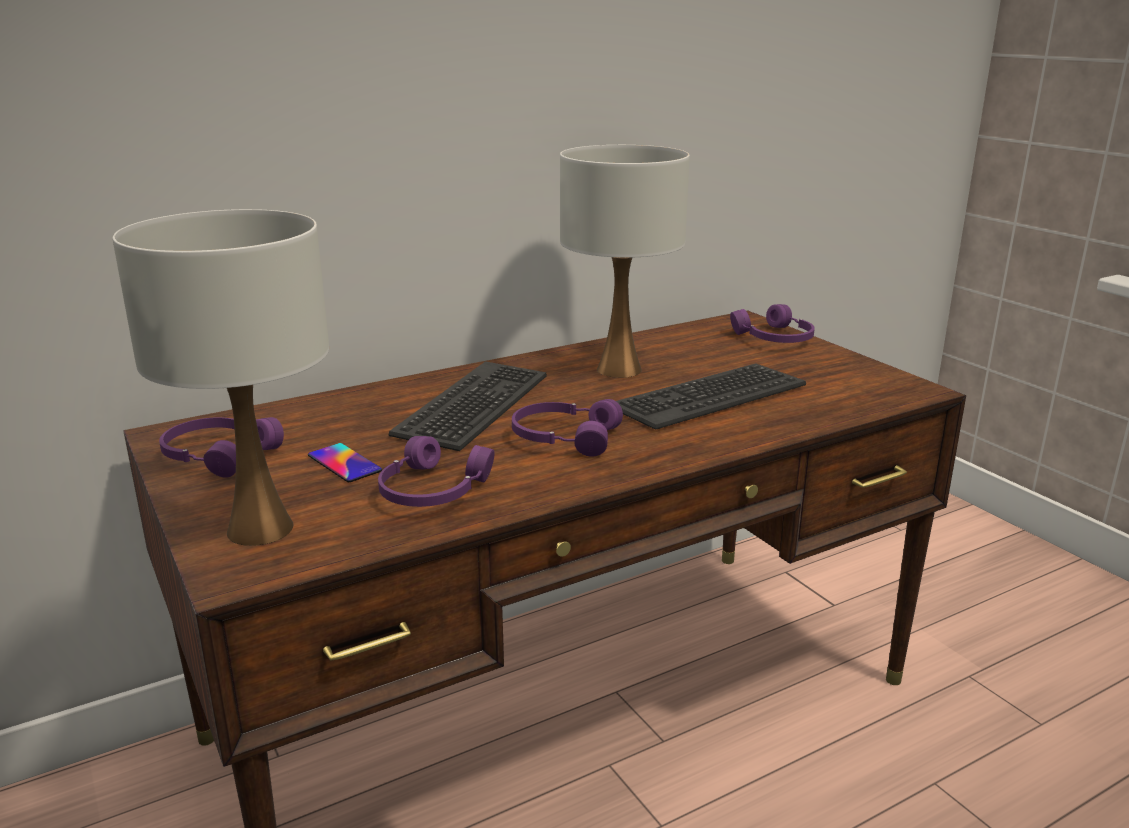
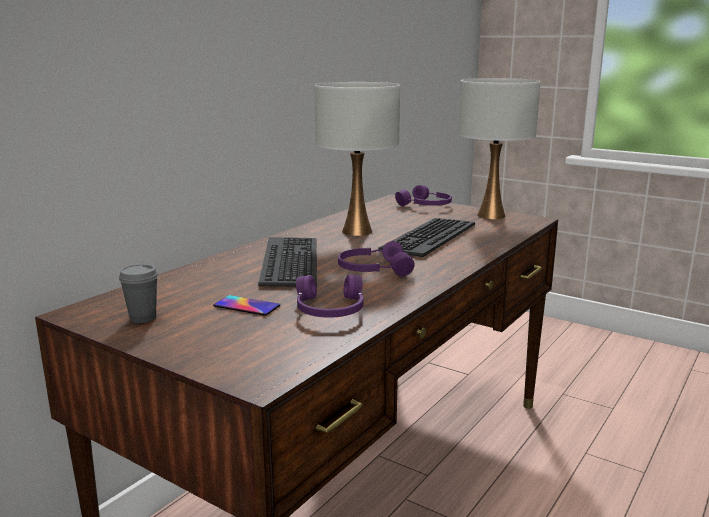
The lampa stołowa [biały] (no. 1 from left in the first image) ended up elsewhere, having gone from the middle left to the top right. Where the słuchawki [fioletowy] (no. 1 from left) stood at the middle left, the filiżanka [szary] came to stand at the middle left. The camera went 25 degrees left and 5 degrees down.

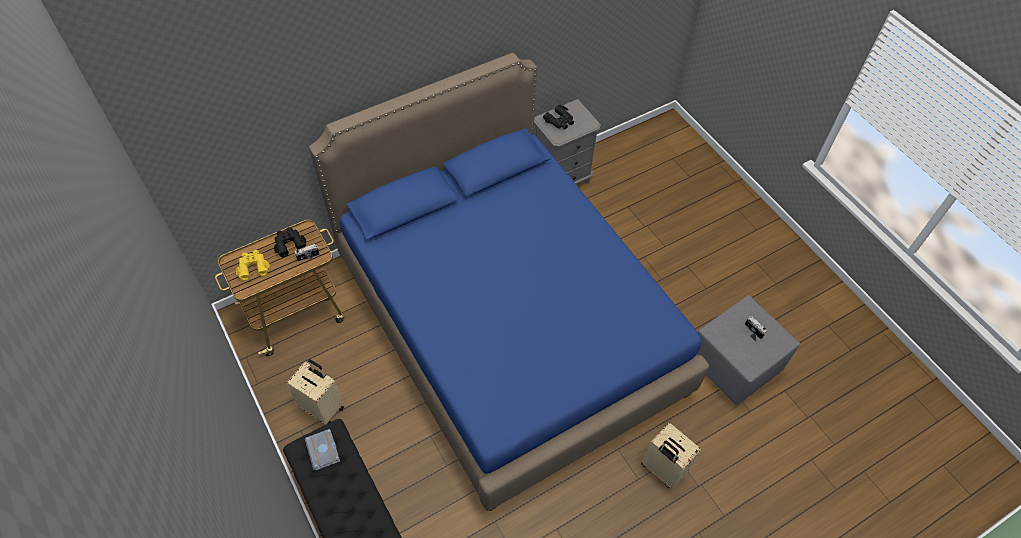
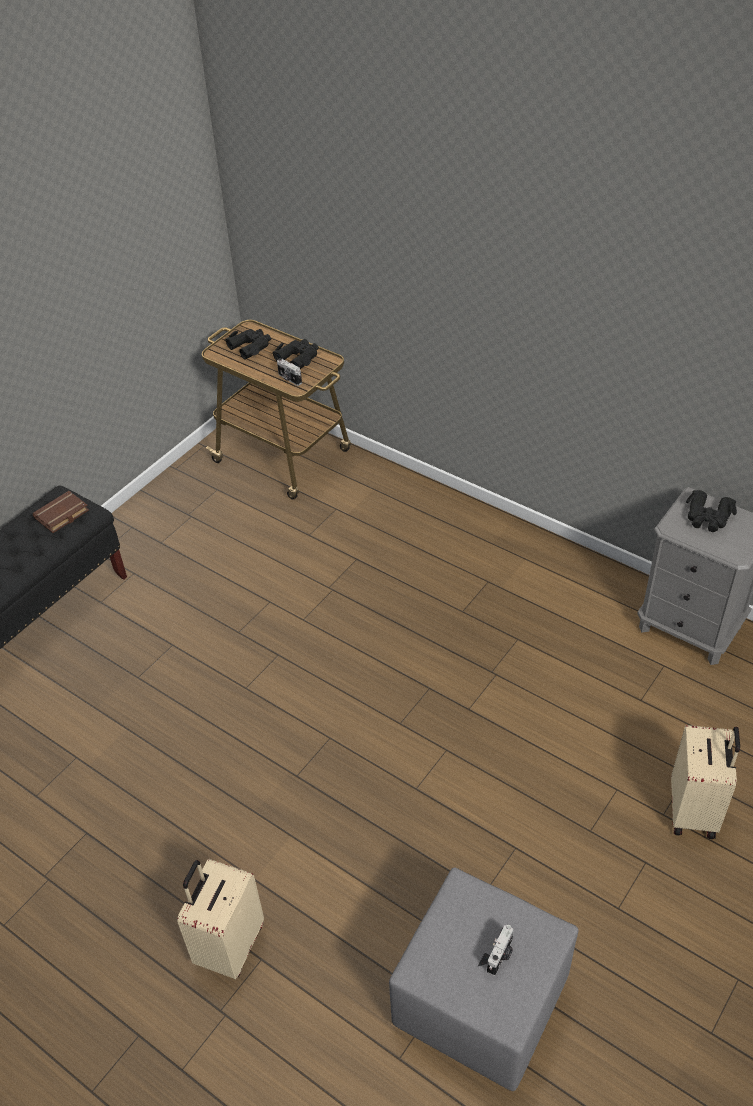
The second view lost the łóżko [niebieski] at the centre. The walizka [beżowy] (no. 1 from left in the first image) ended up elsewhere, having gone from the bottom left to the bottom right. What was the lornetka [żółty] at the middle left turned into the lornetka [czarny] (no. 1 from left) at the top left. What was the książka [szary] at the bottom left turned into the książka [brązowy] at the middle left. The camera went 70 degrees right and 10 degrees down.

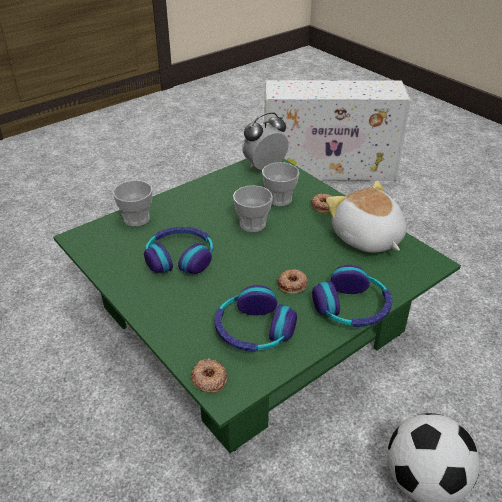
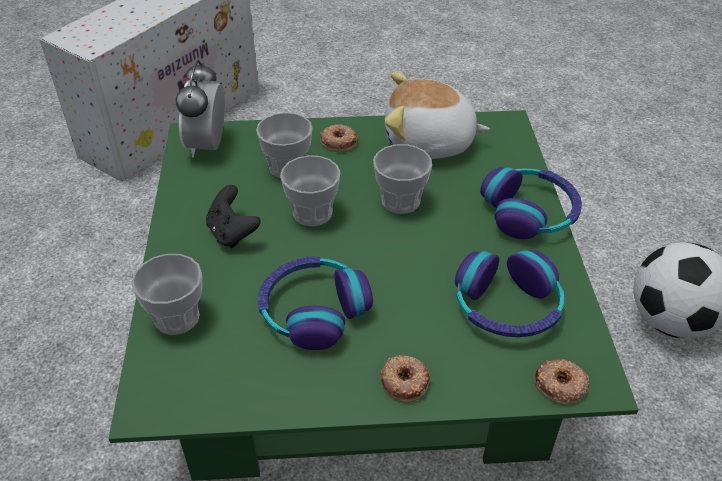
The second view gained the pad do gier [czarny] at the middle left. The second view gained the filiżanka (no. 4 from left) at the centre. The donut (no. 2 from left) ended up elsewhere, having gone from the centre to the bottom centre. The camera went 55 degrees left and 5 degrees up.

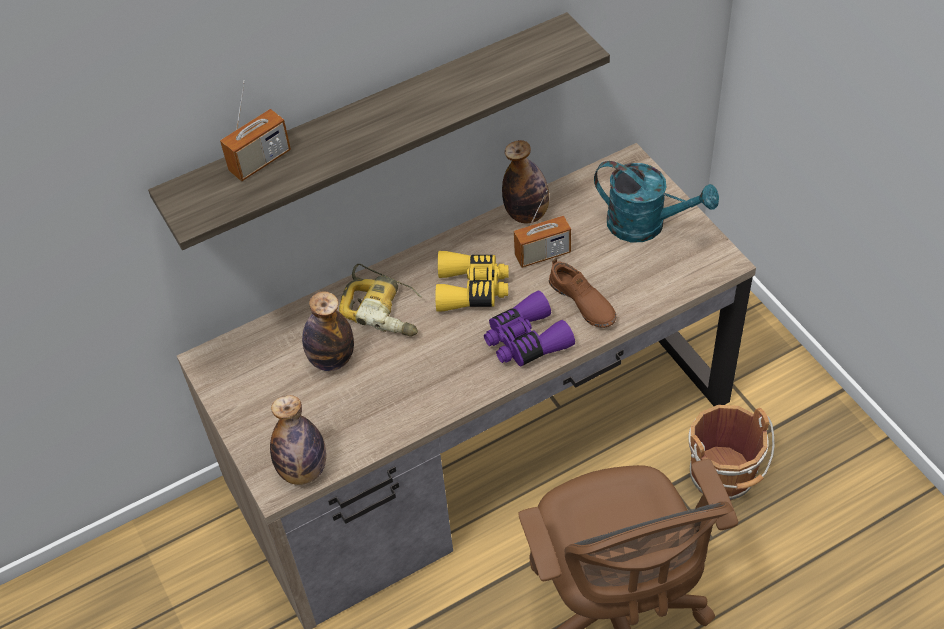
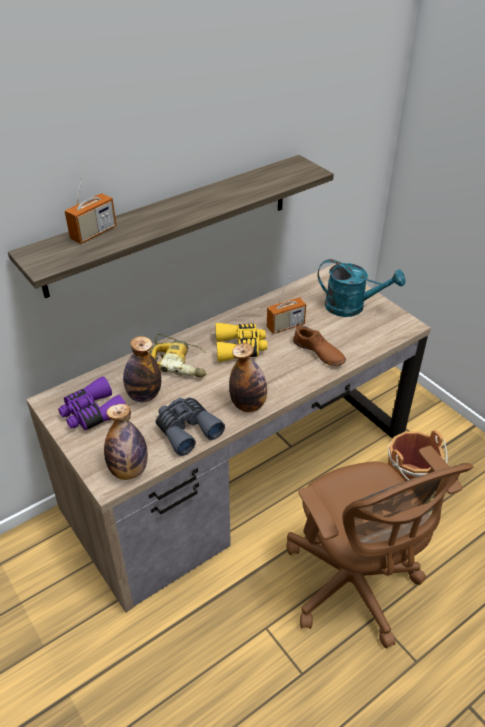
The second view gained the lornetka [szary] at the centre. The lornetka [fioletowy] ended up elsewhere, having gone from the centre to the middle left. The butelka (no. 3 from left) ended up elsewhere, having gone from the top centre to the centre. The camera went 10 degrees left and 10 degrees down.

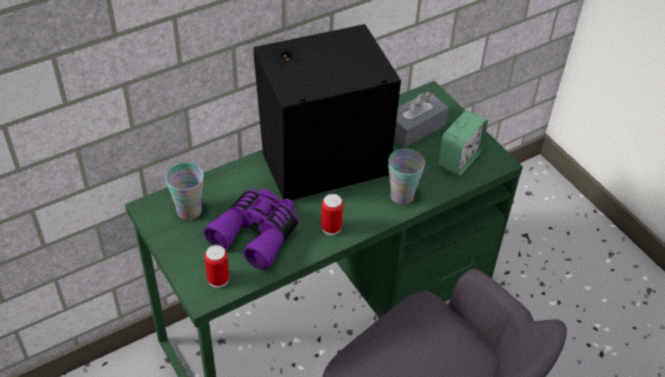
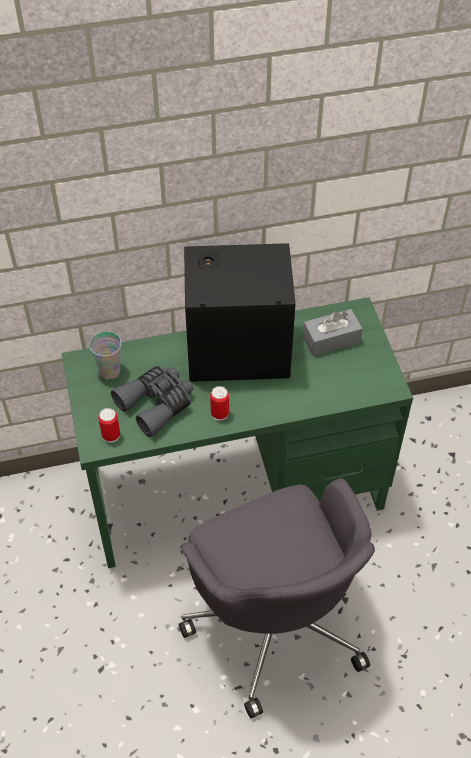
The second view lost the filiżanka (no. 2 from left) at the centre. The second view lost the budzik at the middle right. What was the lornetka [fioletowy] at the centre turned into the lornetka [szary] at the middle left. The camera went 20 degrees right and 5 degrees up.

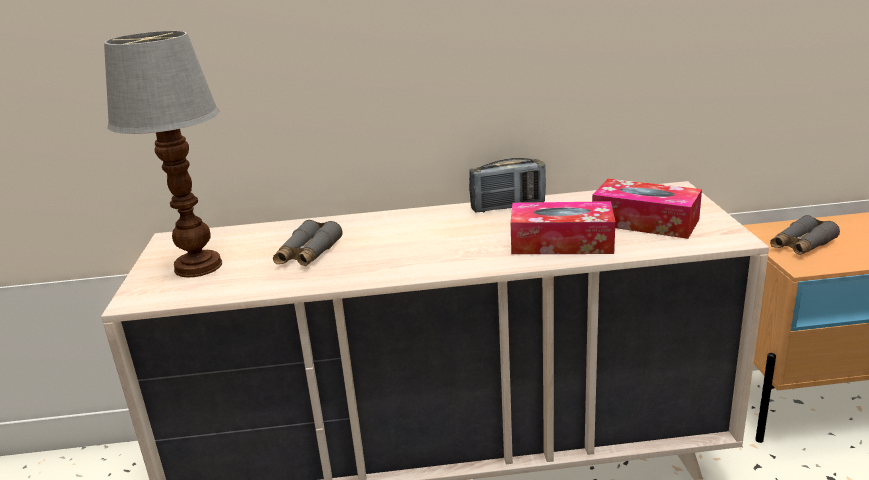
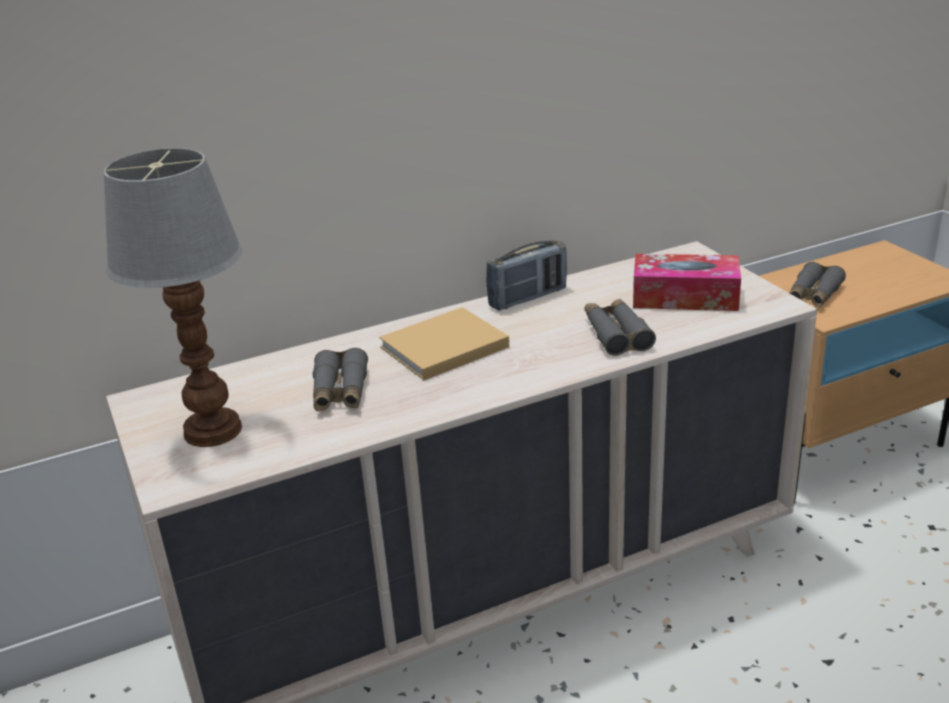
The second view gained the książka [beżowy] at the centre. Where the pudełko chusteczek (no. 1 from left) stood at the centre, the lornetka [szary] (no. 2 from left) came to stand at the centre. The camera went 20 degrees left and 5 degrees up.

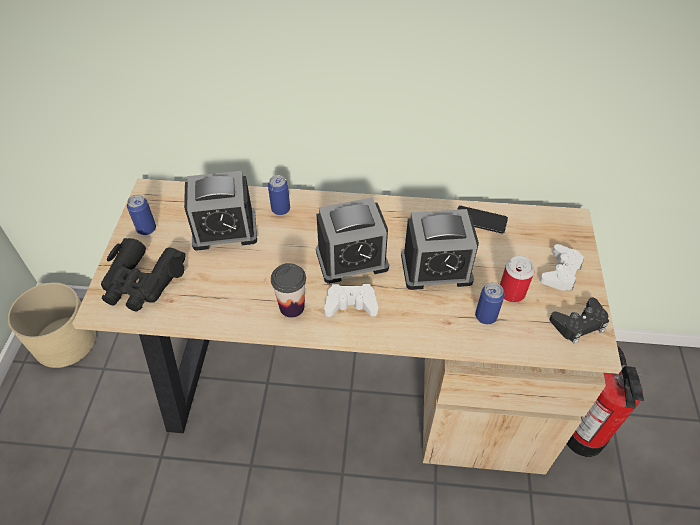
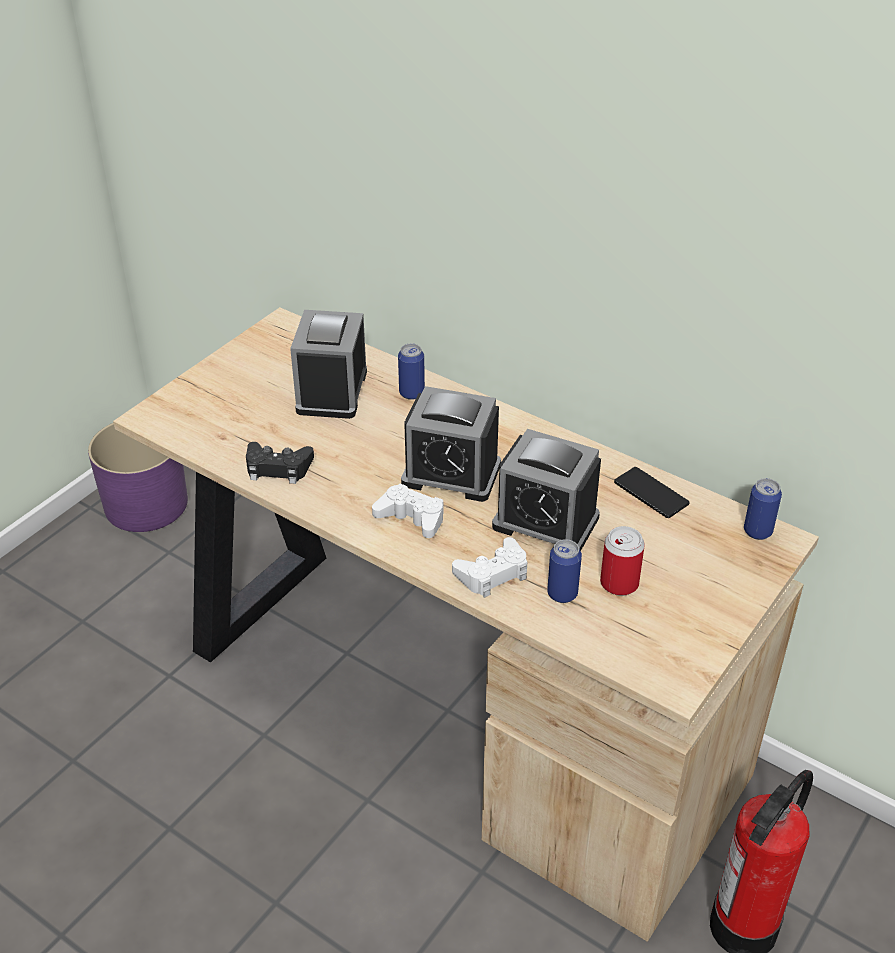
The second view lost the lornetka [czarny] at the middle left. The second view lost the filiżanka at the centre. The puszka (no. 1 from left in the first image) ended up elsewhere, having gone from the middle left to the middle right. The pad do gier [biały] (no. 2 from left) ended up elsewhere, having gone from the middle right to the centre. The pad do gier [czarny] ended up elsewhere, having gone from the middle right to the middle left. What was the donica [beżowy] at the middle left turned into the donica [fioletowy] at the middle left. The budzik (no. 1 from left) at the middle left ended up facing another way, 75 degrees clockwise from before. The camera went 30 degrees right and 10 degrees down.

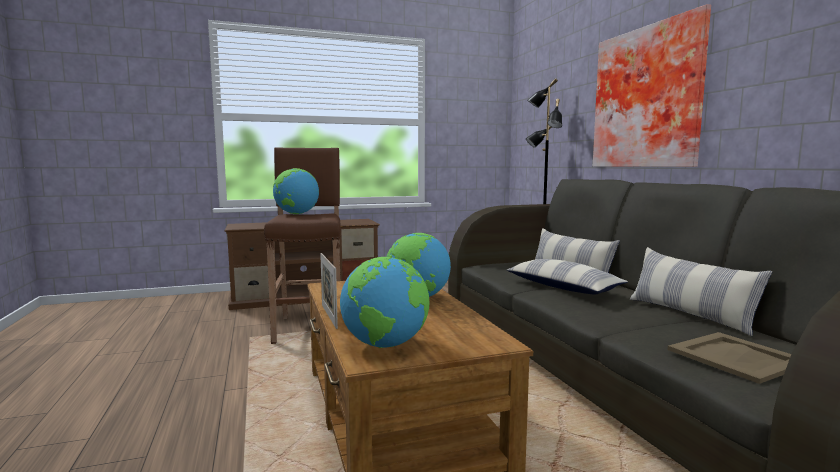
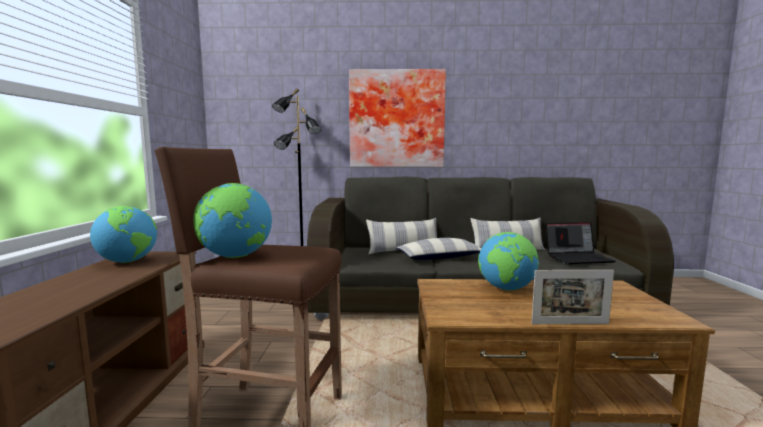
The globus (no. 2 from left in the first image) ended up elsewhere, having gone from the centre to the middle left. Where the taca [beżowy] stood at the bottom right, the laptop came to stand at the middle right. The camera went 70 degrees left and 0 degrees up.

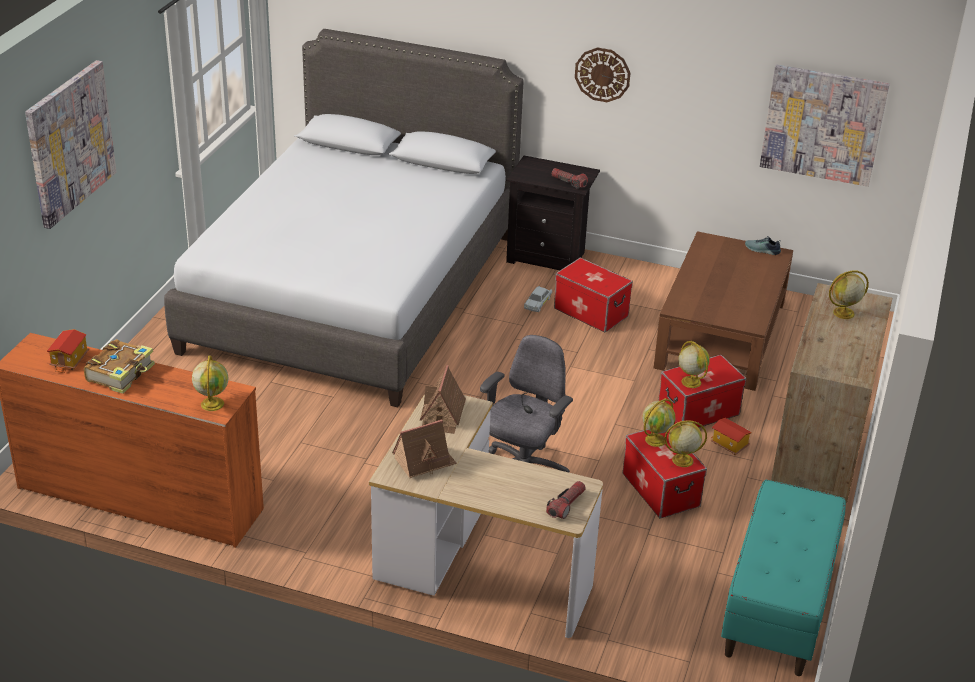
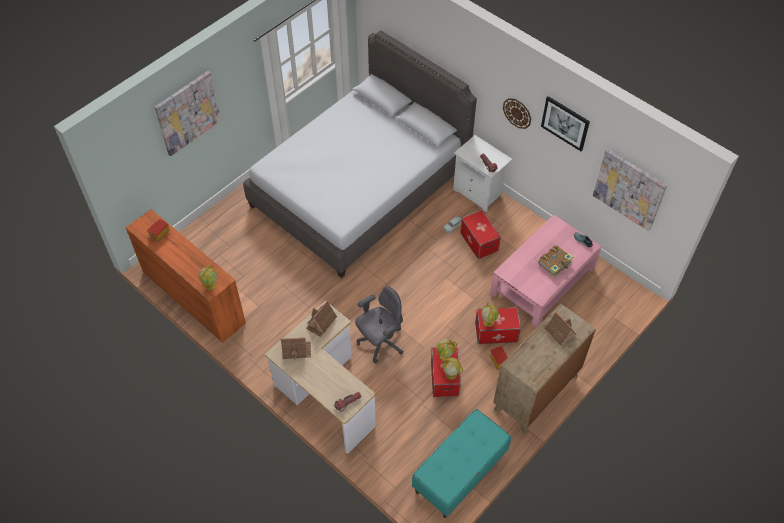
The second view gained the obraz (no. 2 from left) at the top right. The książka ended up elsewhere, having gone from the middle left to the middle right. Where the globus (no. 5 from left) stood at the middle right, the domek (no. 5 from left) came to stand at the middle right. What was the szafka nocna [czarny] at the top centre turned into the szafka nocna [biały] at the top centre. What was the ława [brązowy] at the middle right turned into the ława [różowy] at the middle right. The camera went 25 degrees right and 20 degrees up.

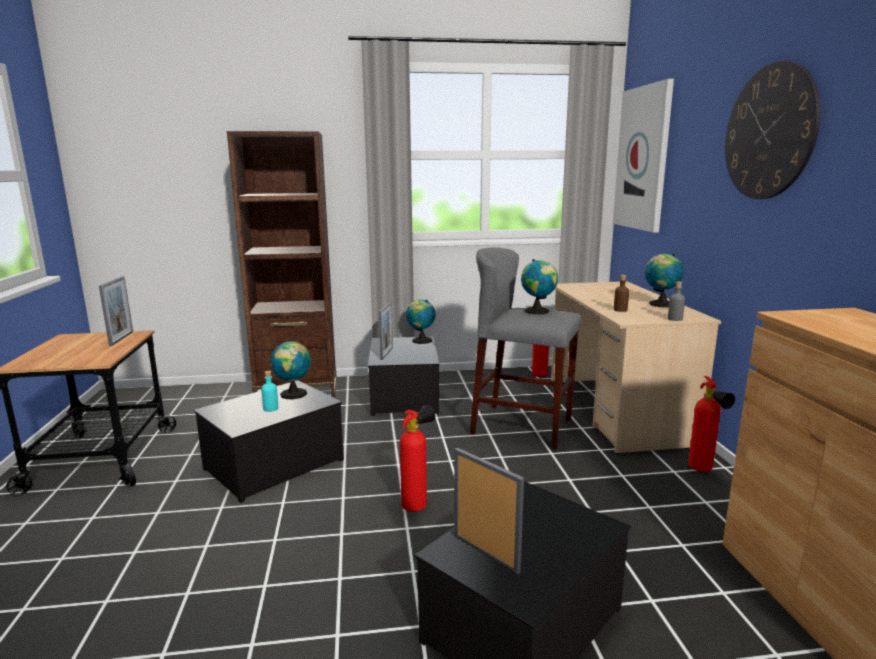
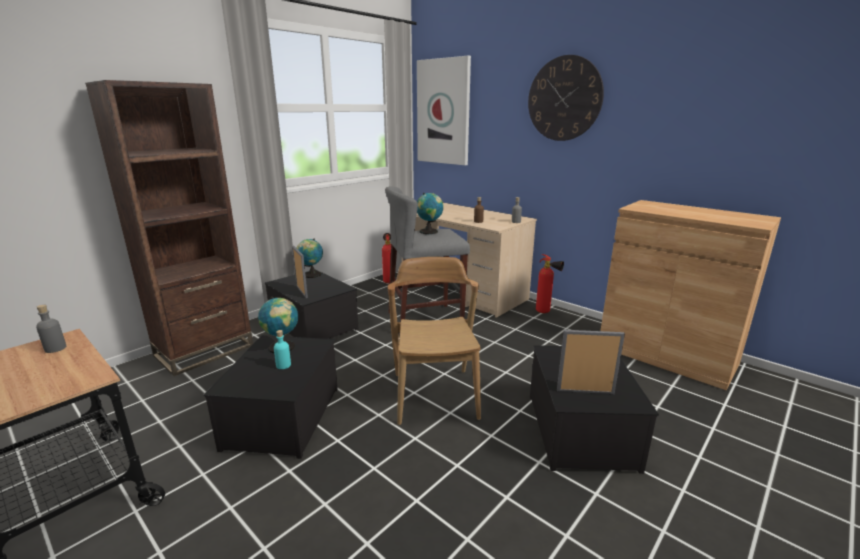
The second view lost the globus (no. 4 from left) at the middle right. Where the ramka na zdjęcie (no. 1 from left) stood at the middle left, the butelka [szary] (no. 1 from left) came to stand at the middle left. Where the gaśnica (no. 1 from left) stood at the bottom centre, the krzesło [brązowy] came to stand at the centre. The camera went 40 degrees left and 5 degrees up.

